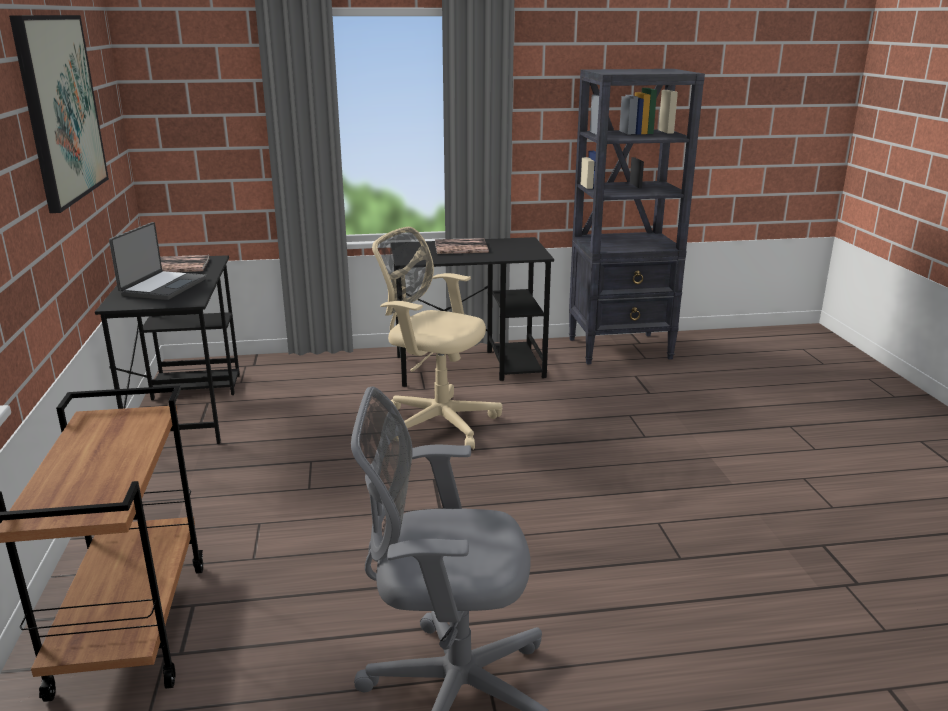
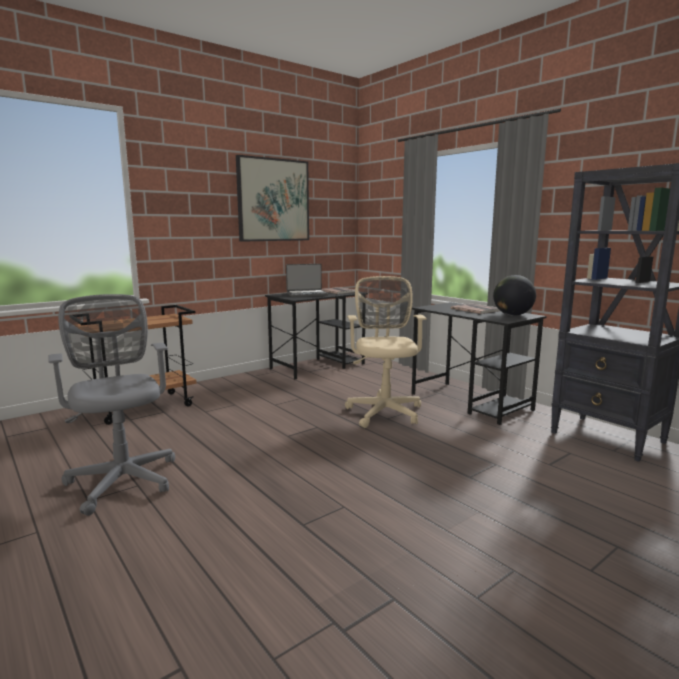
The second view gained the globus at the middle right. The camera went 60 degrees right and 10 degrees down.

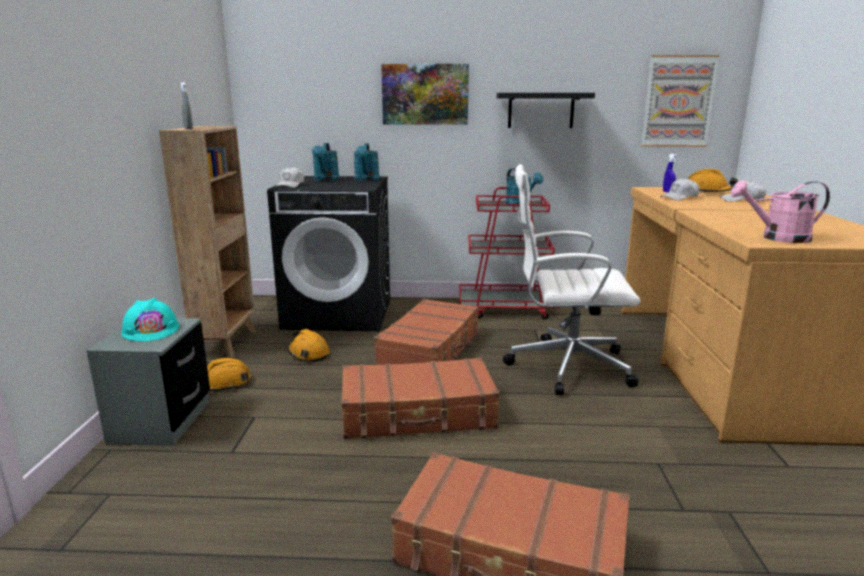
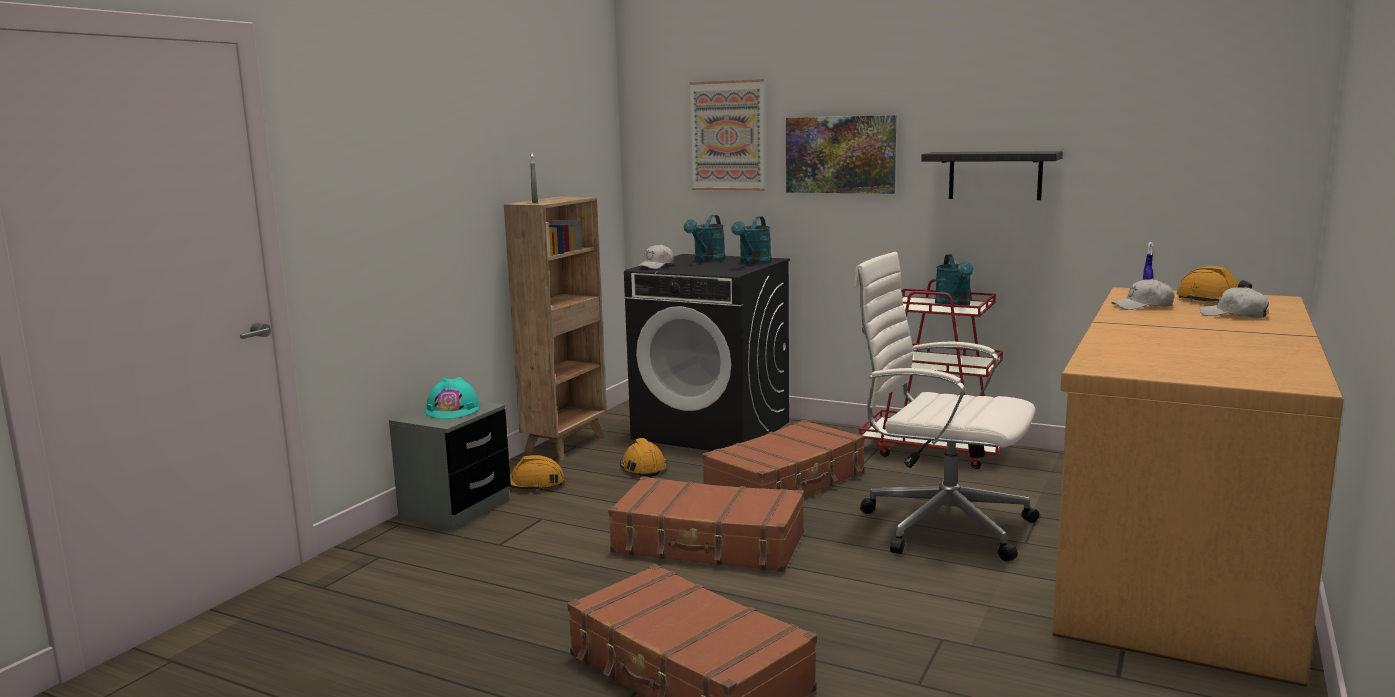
The second view lost the konewka [różowy] at the middle right. The obraz (no. 2 from left in the first image) ended up elsewhere, having gone from the top right to the top centre. The camera went 25 degrees right and 5 degrees down.

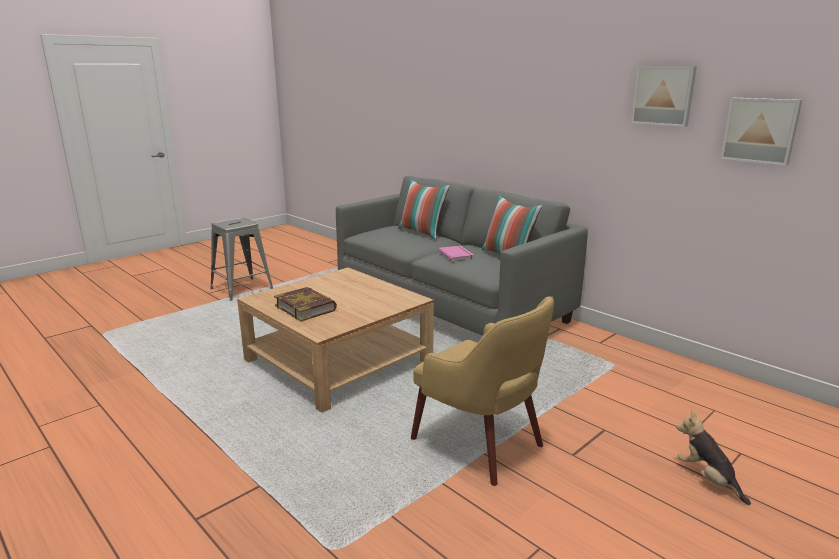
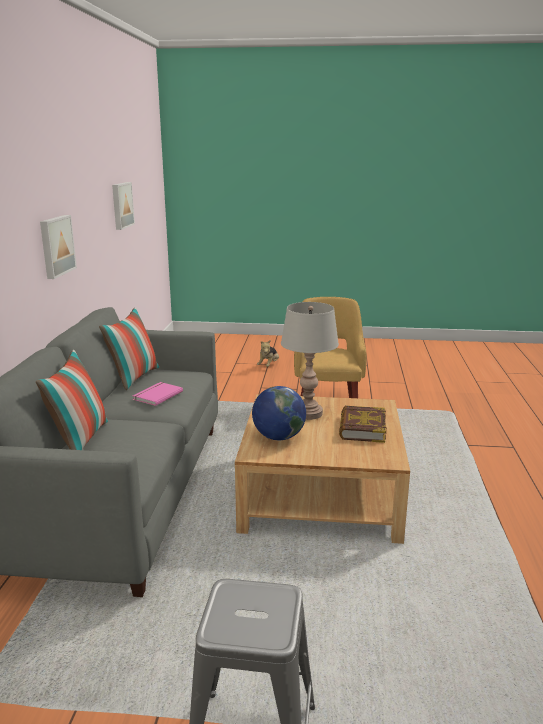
The second view gained the globus at the centre. The second view gained the lampa stołowa [szary] at the centre. The obraz (no. 1 from left) ended up elsewhere, having gone from the top right to the middle left. The camera went 130 degrees left and 0 degrees up.

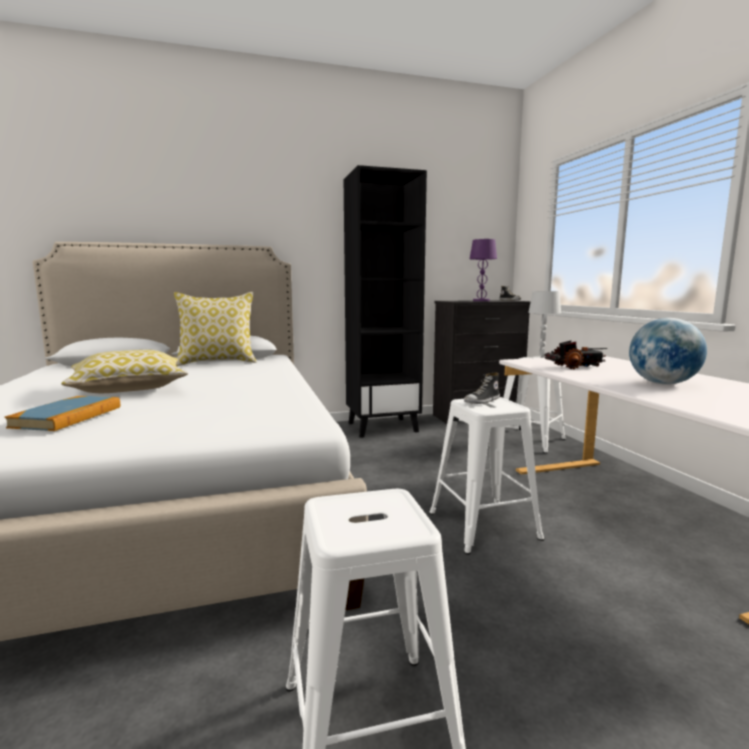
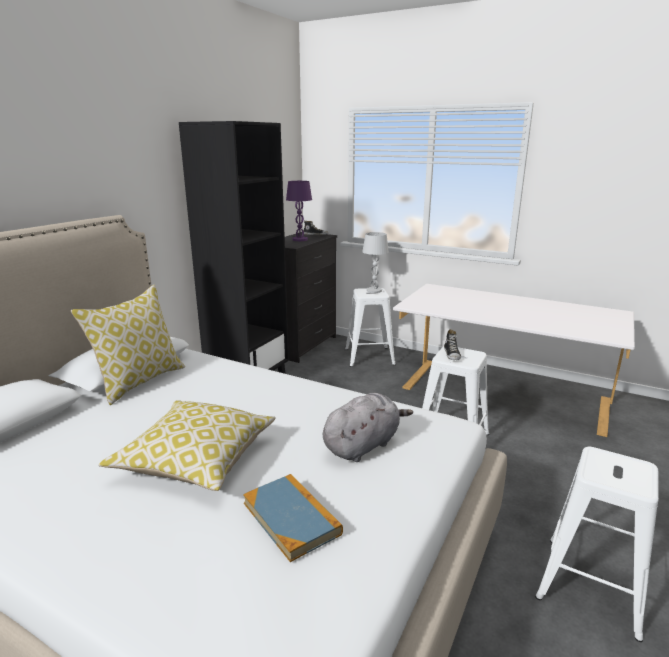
The second view lost the ciężarówka zabawkowa at the middle right. The second view lost the globus at the middle right. The second view gained the pluszak [szary] at the centre. The camera went 45 degrees left and 10 degrees up.

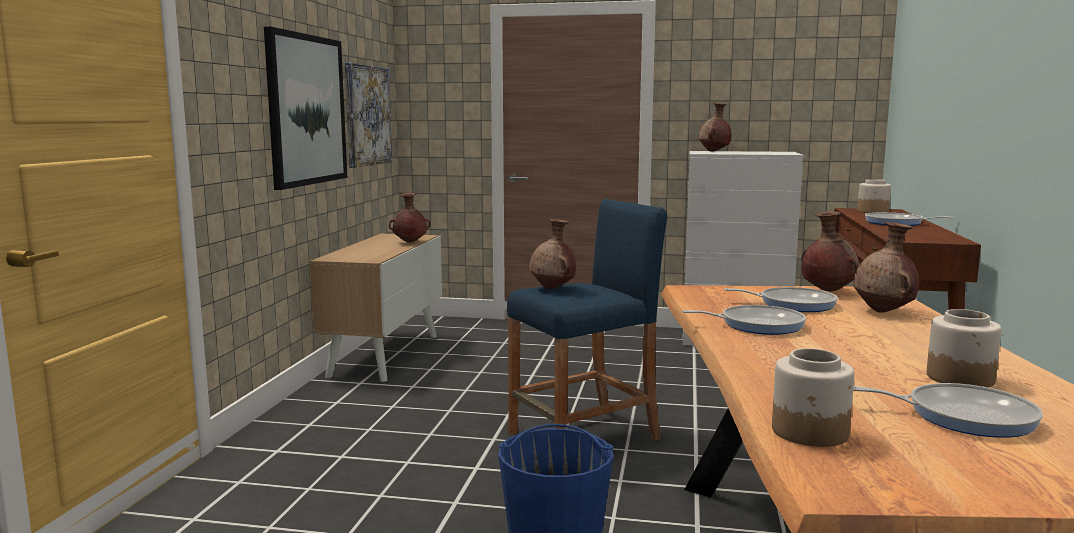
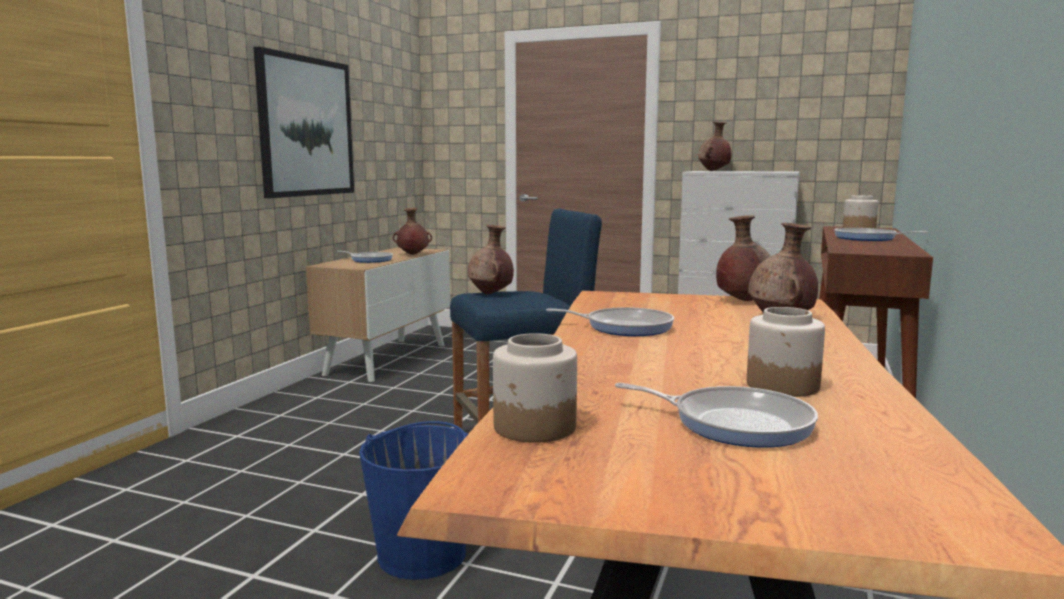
The second view lost the obraz (no. 2 from left) at the top centre. The patelnia (no. 2 from left in the first image) ended up elsewhere, having gone from the middle right to the centre. The camera went 10 degrees right and 0 degrees up.

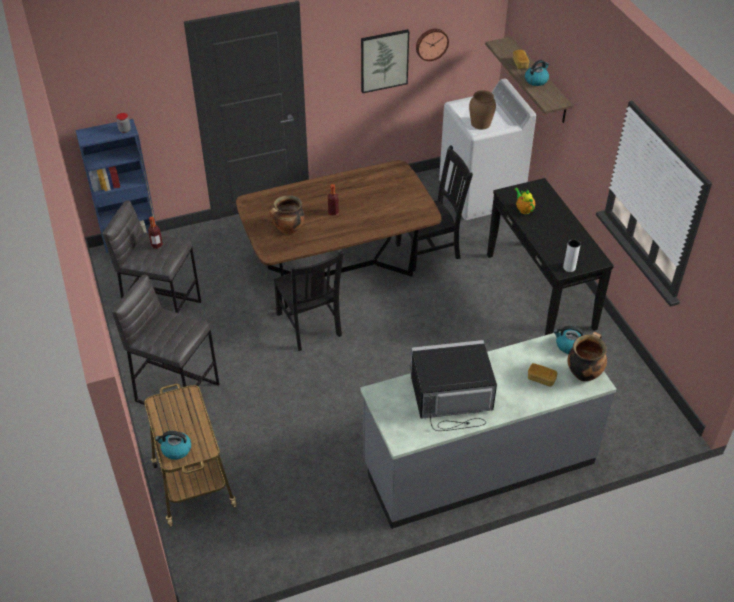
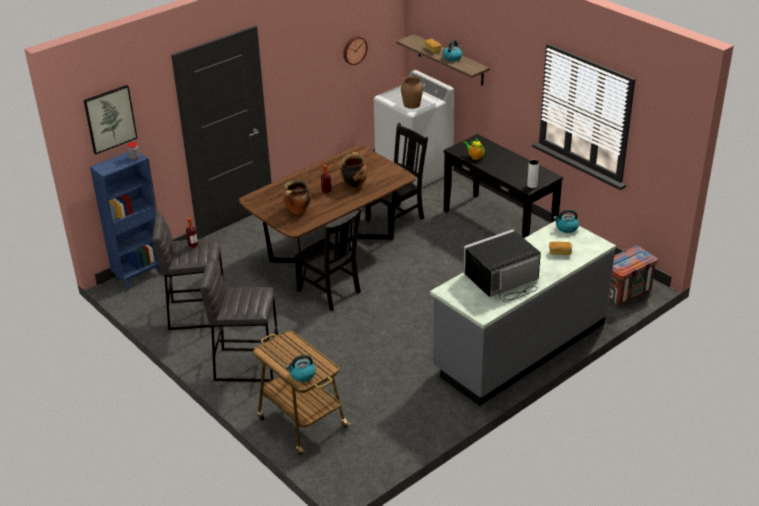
The second view gained the skrzynka at the middle right. The obraz ended up elsewhere, having gone from the top centre to the top left. The garnek (no. 2 from left) ended up elsewhere, having gone from the middle right to the centre. The camera went 20 degrees left and 10 degrees down.

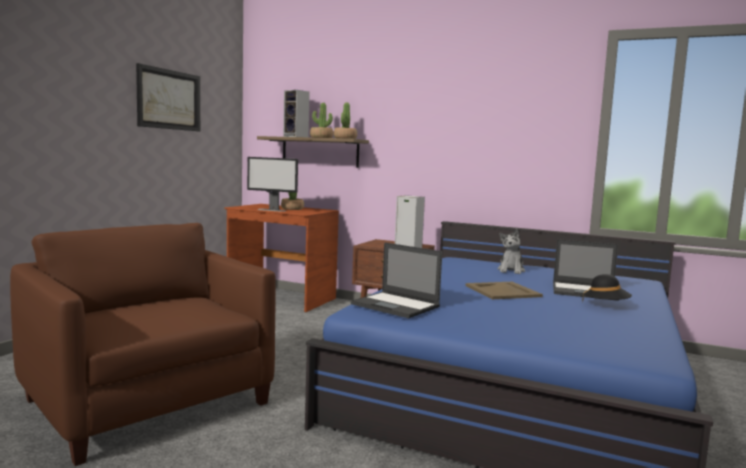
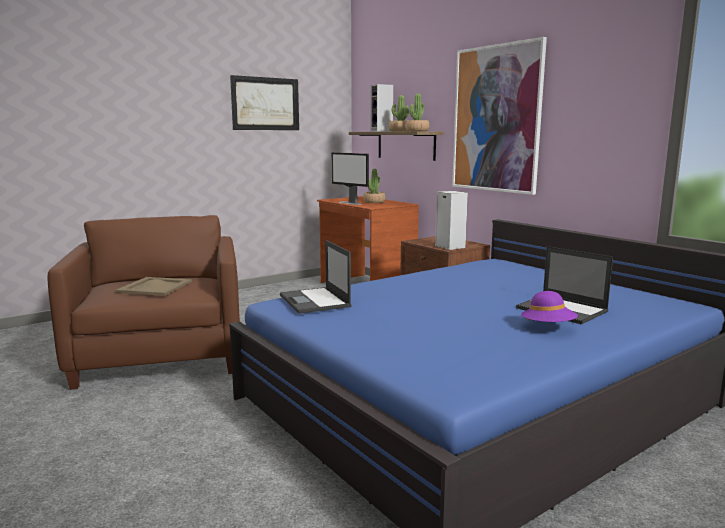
The second view lost the pluszak at the middle right. The second view gained the obraz (no. 2 from left) at the top right. The taca [beżowy] ended up elsewhere, having gone from the middle right to the middle left. What was the kapelusz [czarny] at the middle right turned into the kapelusz [fioletowy] at the middle right. The camera went 30 degrees right and 5 degrees up.

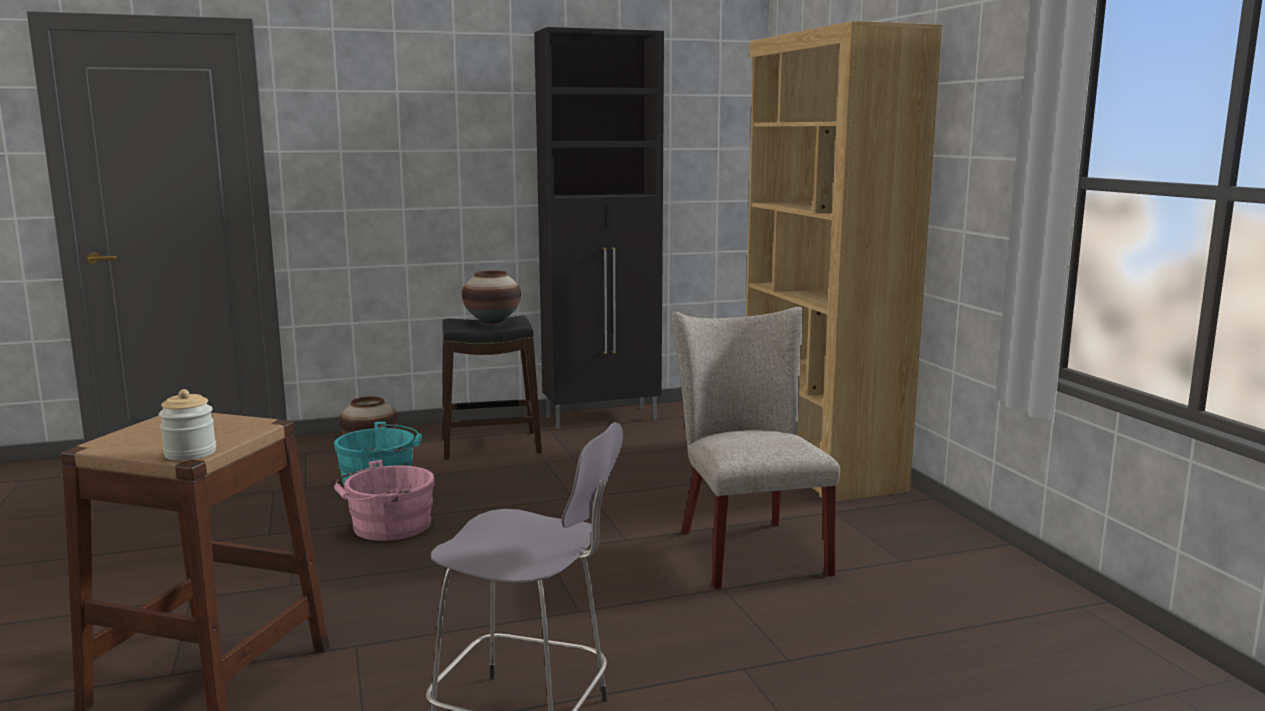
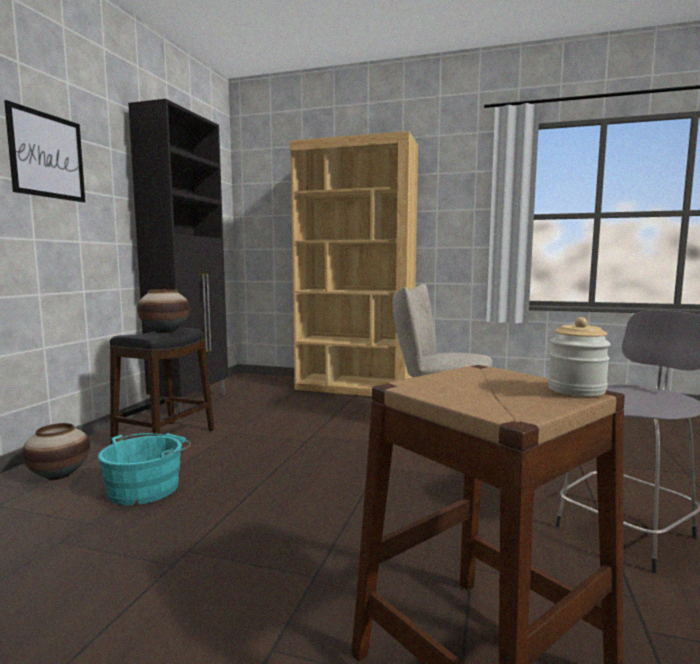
The second view lost the wiadro [różowy] at the bottom left. The second view gained the obraz at the top left. The camera went 55 degrees left and 5 degrees down.

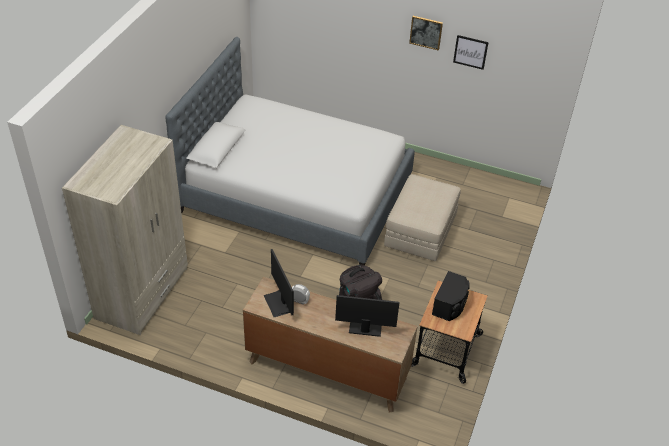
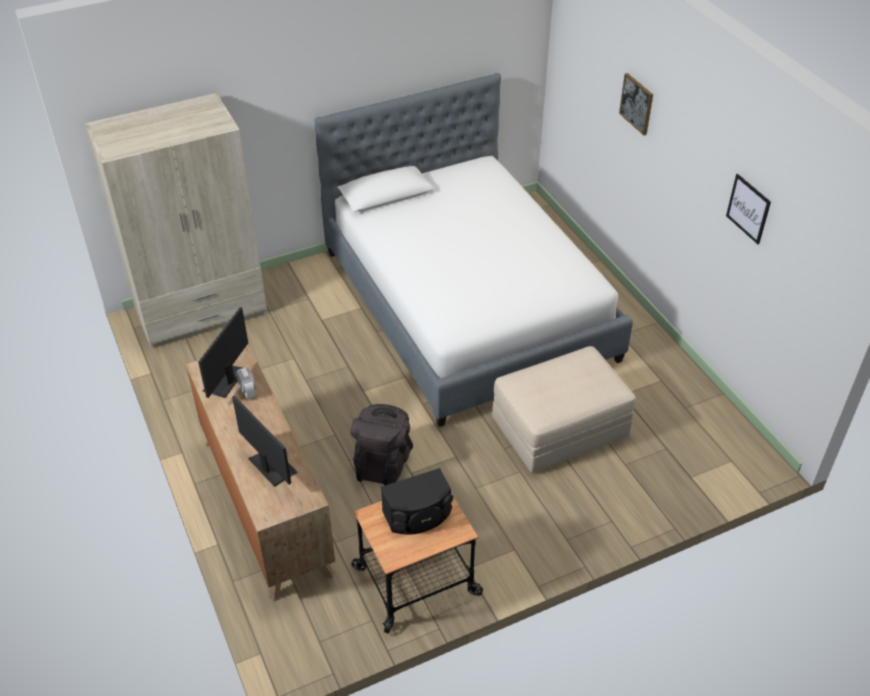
The obraz (no. 1 from left) ended up elsewhere, having gone from the top centre to the top right. The camera went 45 degrees right and 0 degrees up.

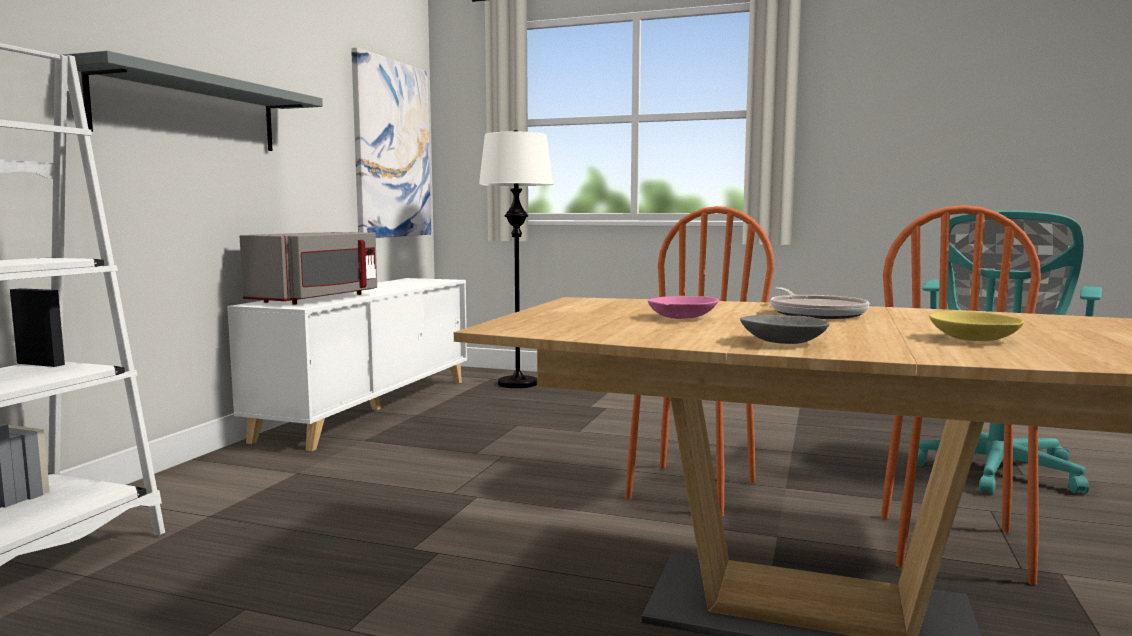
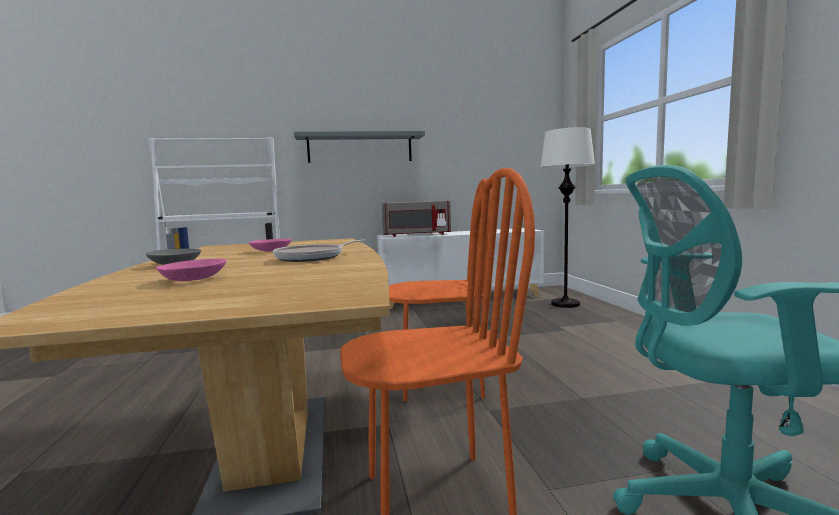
The second view lost the obraz at the top centre. What was the miska [żółty] at the middle right turned into the miska [różowy] (no. 1 from left) at the middle left. The camera went 60 degrees right and 0 degrees up.

